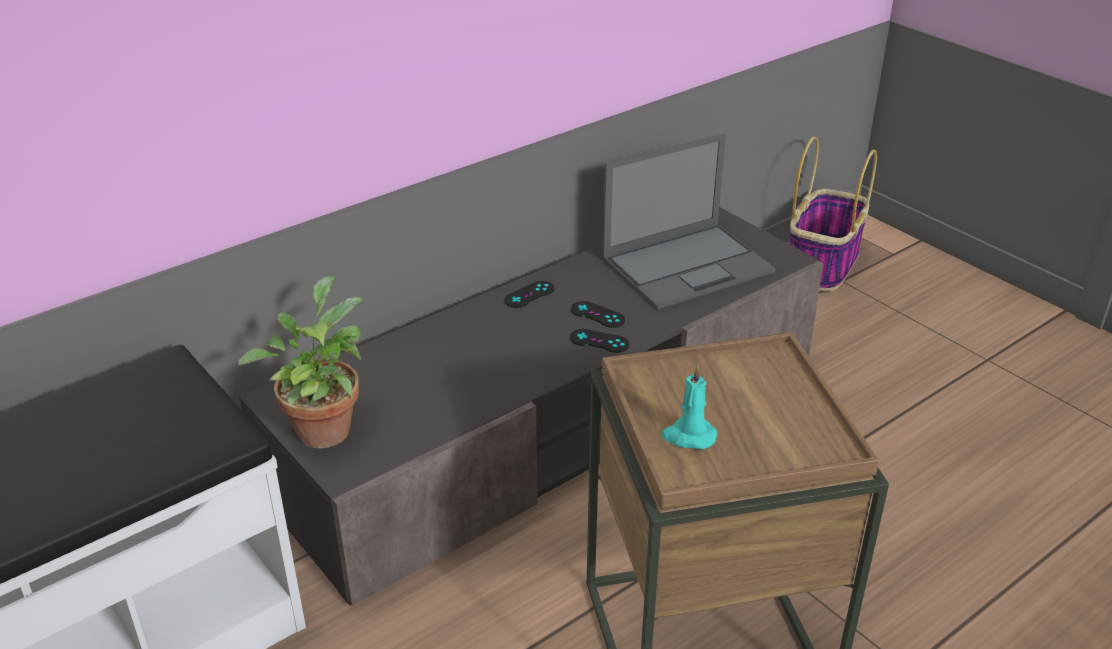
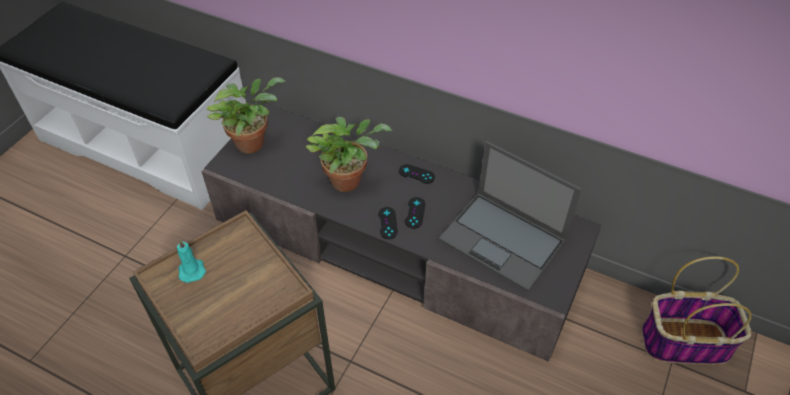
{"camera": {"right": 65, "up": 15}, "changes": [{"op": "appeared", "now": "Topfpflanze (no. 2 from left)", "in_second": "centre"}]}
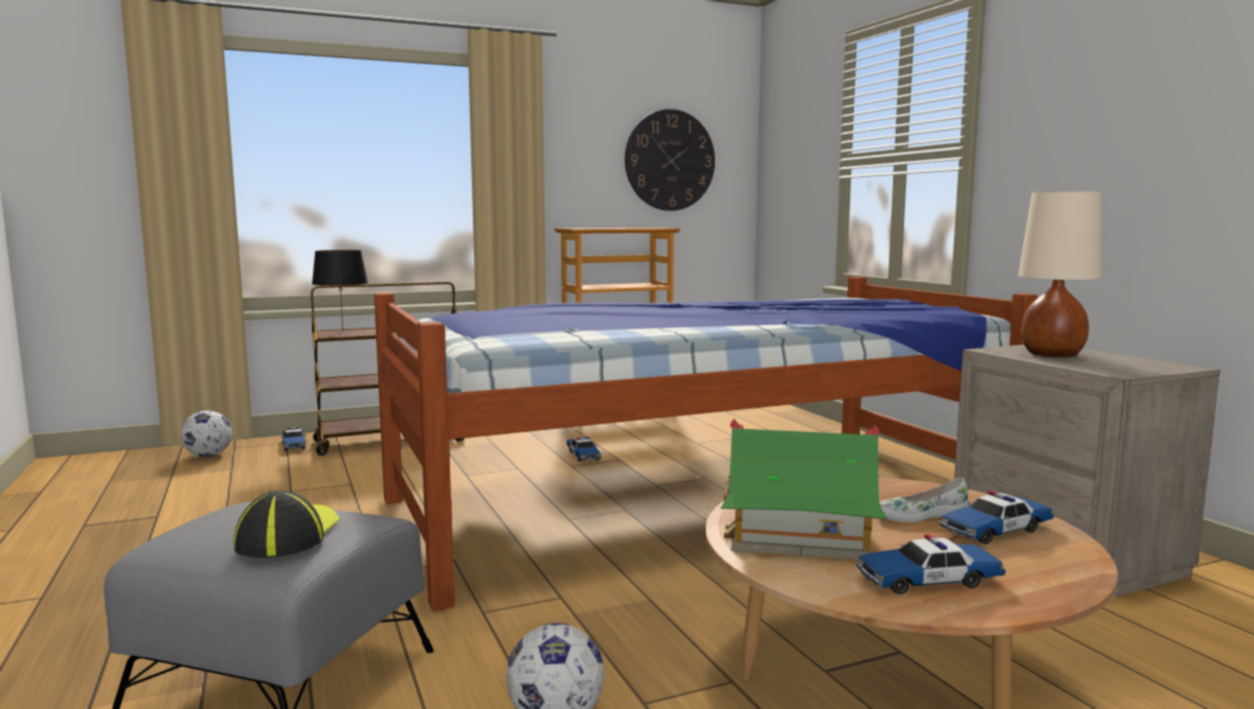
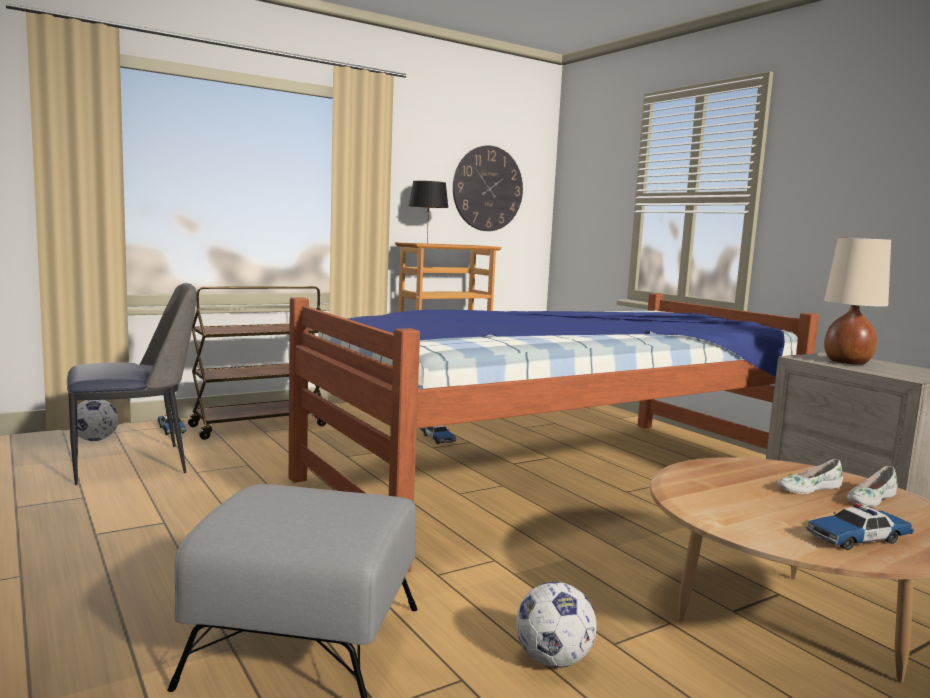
{"camera": {"right": -10, "up": 0}, "changes": [{"op": "relocated", "was": "Tischlampe (schwarz)", "in_first": "middle left", "in_second": "top centre"}, {"op": "missing", "was": "Spielzeughaus", "in_first": "bottom centre"}, {"op": "missing", "was": "Kappe", "in_first": "bottom left"}, {"op": "exchanged", "was": "Spielzeugauto (no. 4 from left)", "now": "Schuh (weiß) (no. 2 from left)", "in_first": "bottom right", "in_second": "bottom right"}, {"op": "appeared", "now": "Stuhl", "in_second": "middle left"}]}
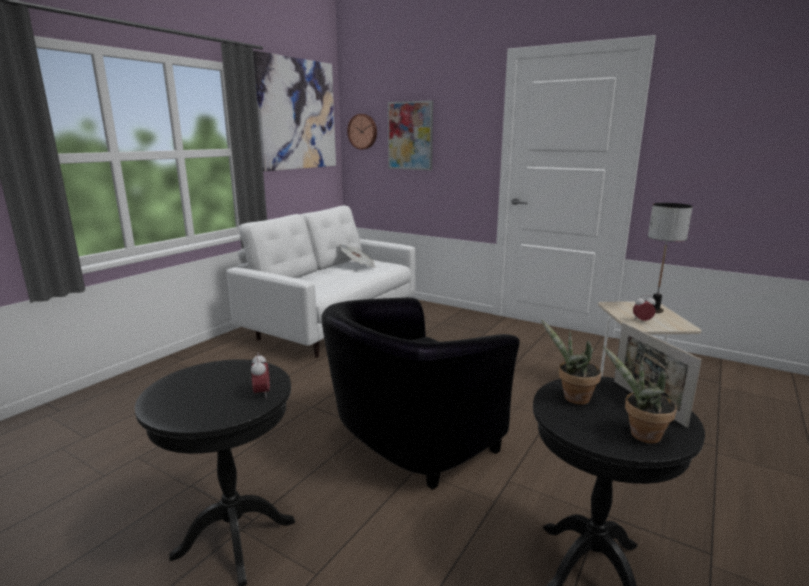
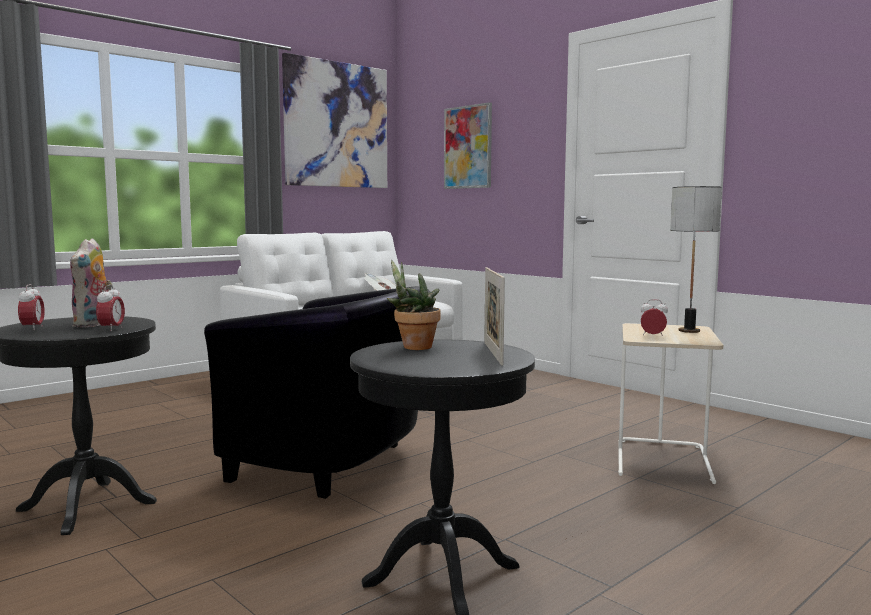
{"camera": {"right": 15, "up": -10}, "changes": [{"op": "missing", "was": "Wanduhr", "in_first": "top centre"}, {"op": "spun", "was": "Sessel (schwarz)", "in_first": "bottom centre", "in_second": "centre", "clockwise": -135}, {"op": "missing", "was": "Topfpflanze (no. 2 from left)", "in_first": "bottom right"}, {"op": "appeared", "now": "Plüschtier", "in_second": "middle left"}, {"op": "appeared", "now": "Wecker (no. 1 from left)", "in_second": "middle left"}]}
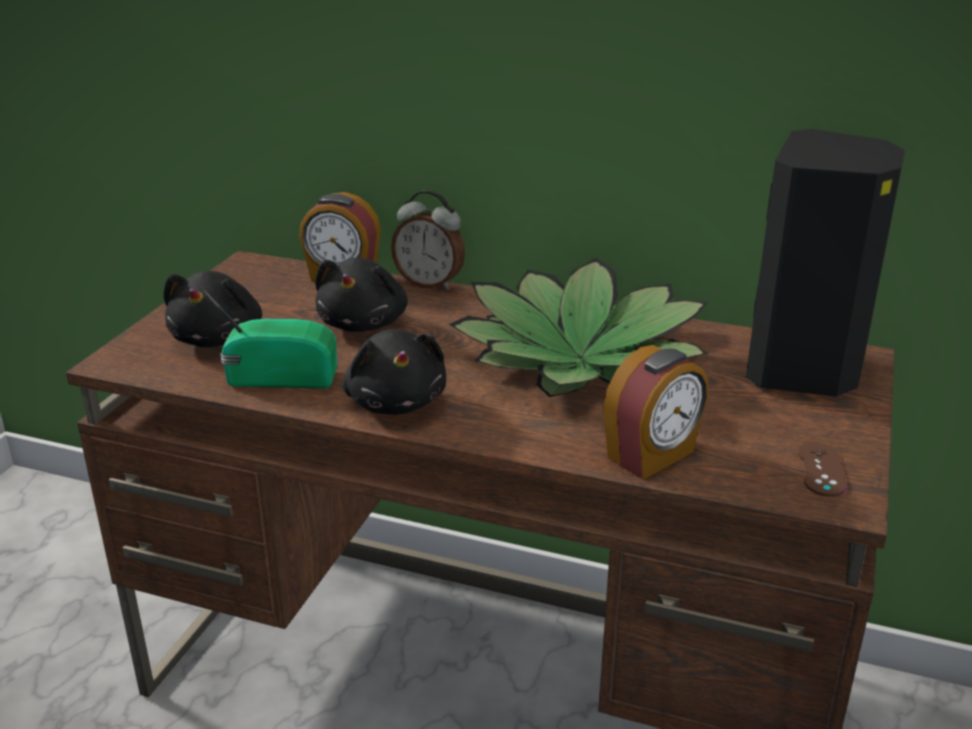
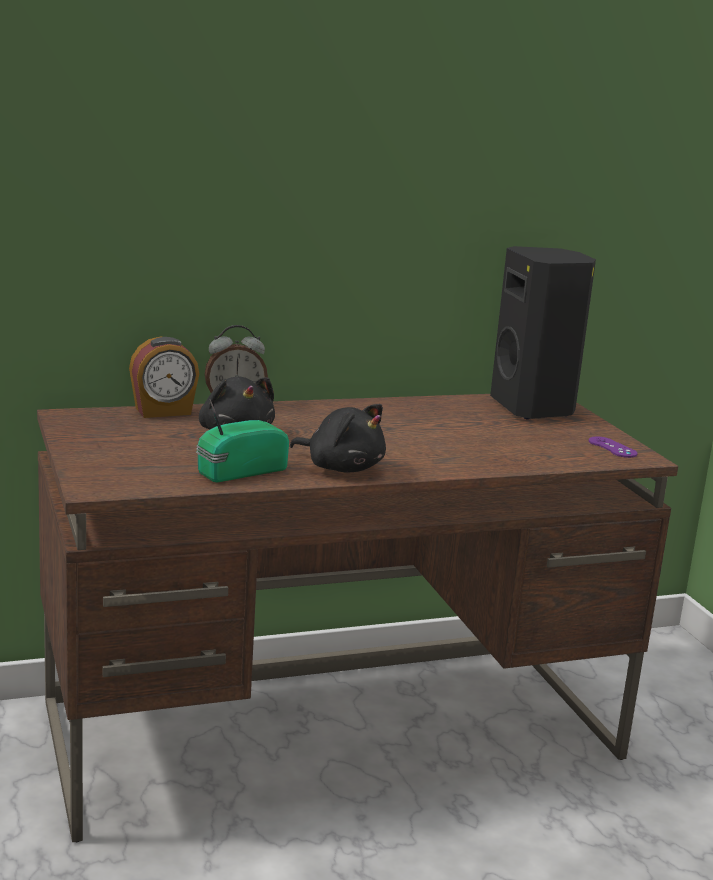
{"camera": {"right": -40, "up": -10}, "changes": [{"op": "missing", "was": "Topfpflanze", "in_first": "centre"}, {"op": "missing", "was": "Plüschtier (schwarz) (no. 1 from left)", "in_first": "middle left"}, {"op": "missing", "was": "Wecker (no. 3 from left)", "in_first": "middle right"}, {"op": "colour", "was": "Gamepad (braun)", "now": "Gamepad (lila)", "in_first": "middle right", "in_second": "middle right"}]}
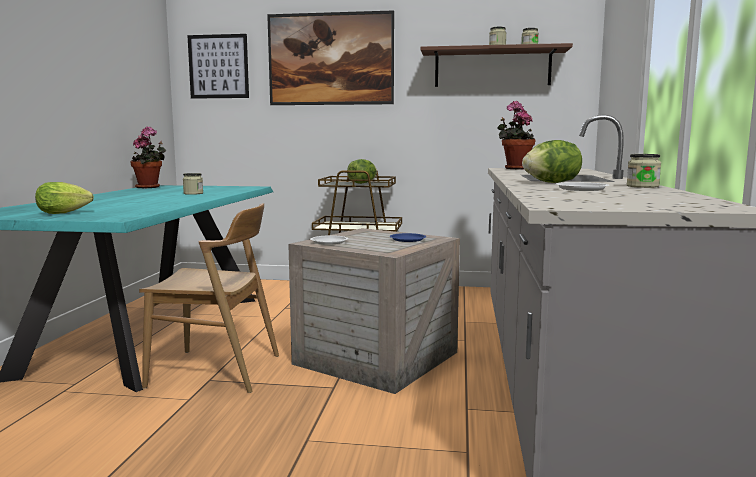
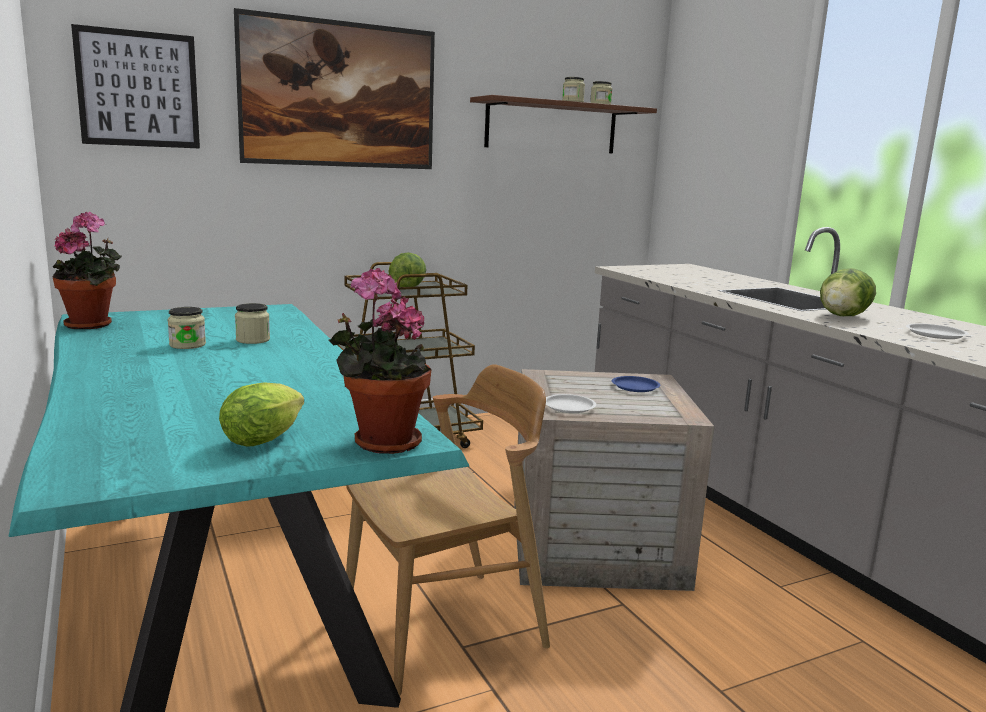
{"camera": {"right": -35, "up": 5}, "changes": [{"op": "relocated", "was": "Topfpflanze (no. 2 from left)", "in_first": "top right", "in_second": "centre"}, {"op": "relocated", "was": "Vorratsglas (no. 4 from left in the first image)", "now": "Vorratsglas (no. 1 from left)", "in_first": "middle right", "in_second": "middle left"}]}
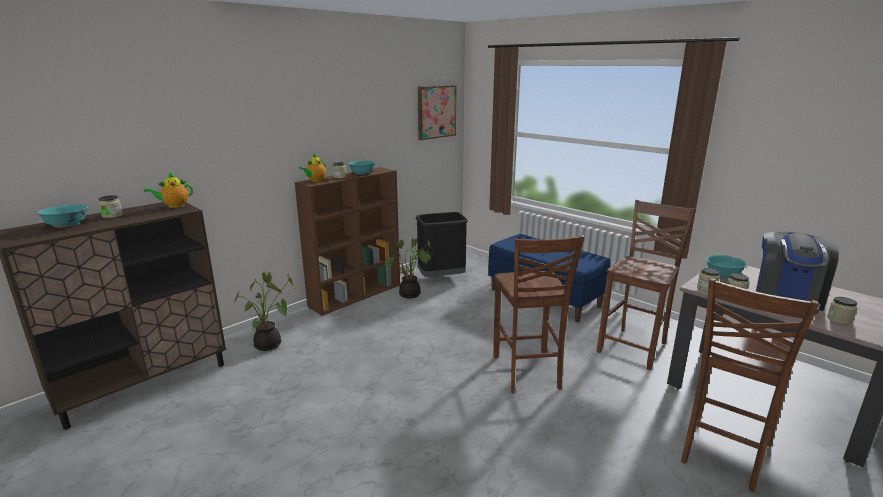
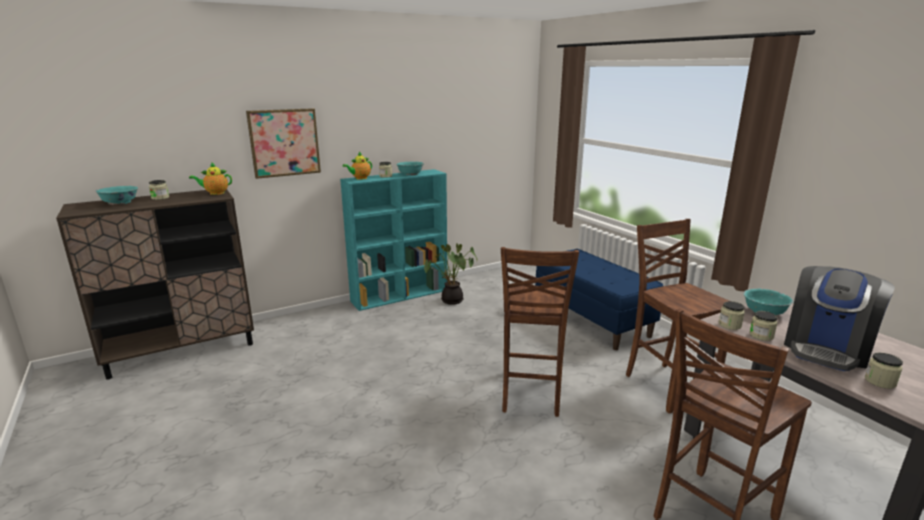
{"camera": {"right": 15, "up": 0}, "changes": [{"op": "relocated", "was": "Bild", "in_first": "top centre", "in_second": "top left"}, {"op": "colour", "was": "Bücherregal (braun)", "now": "Bücherregal (türkis)", "in_first": "centre", "in_second": "centre"}, {"op": "spun", "was": "Stuhl (braun) (no. 2 from left)", "in_first": "middle right", "in_second": "middle right", "clockwise": -75}, {"op": "missing", "was": "Mülleimer (schwarz)", "in_first": "centre"}, {"op": "missing", "was": "Topfpflanze (no. 1 from left)", "in_first": "middle left"}]}
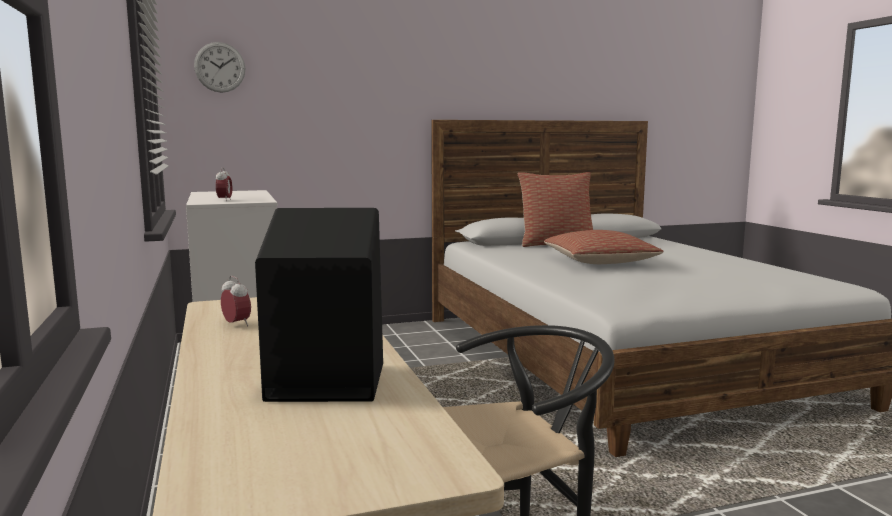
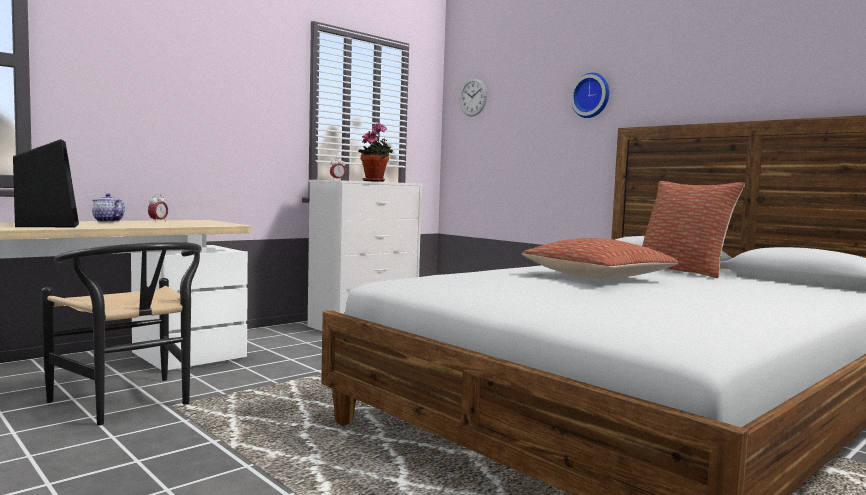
{"camera": {"right": 65, "up": -5}, "changes": [{"op": "appeared", "now": "Wanduhr (no. 2 from left)", "in_second": "top right"}, {"op": "appeared", "now": "Topfpflanze", "in_second": "top centre"}, {"op": "appeared", "now": "Teekanne", "in_second": "middle left"}]}
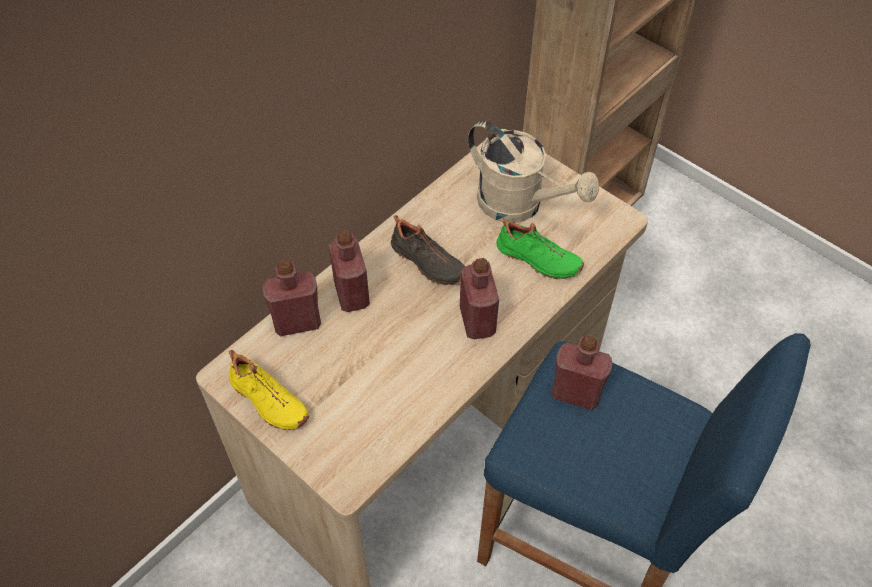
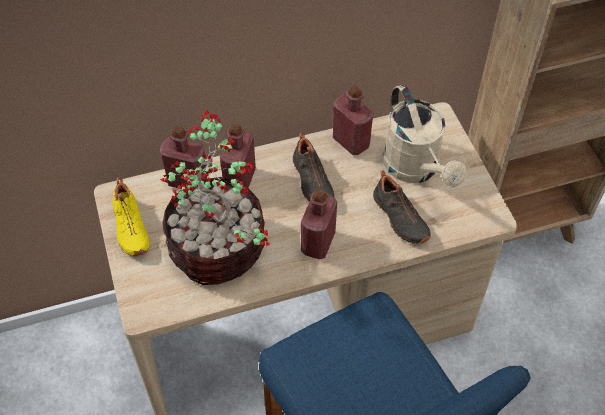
{"camera": {"right": 30, "up": 0}, "changes": [{"op": "colour", "was": "Schuh (grün)", "now": "Schuh (schwarz) (no. 2 from left)", "in_first": "centre", "in_second": "centre"}, {"op": "relocated", "was": "Flasche (rot) (no. 4 from left)", "in_first": "middle right", "in_second": "top centre"}, {"op": "appeared", "now": "Topfpflanze", "in_second": "centre"}]}
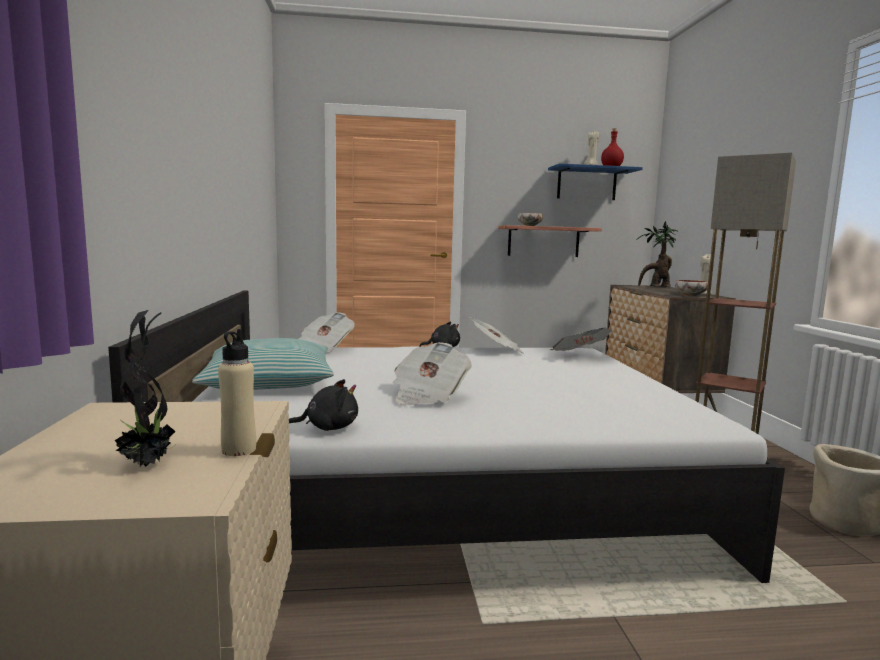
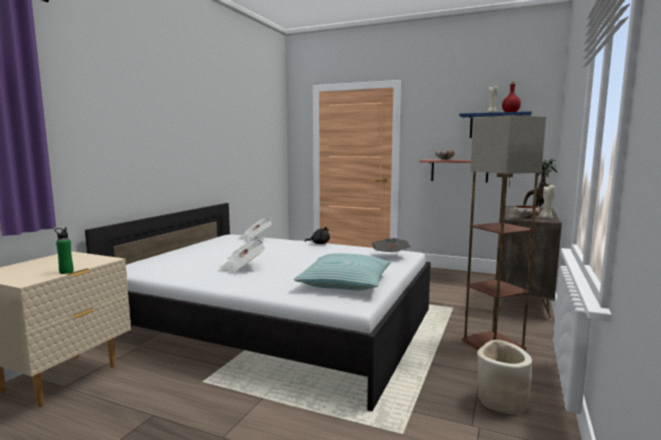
{"camera": {"right": 30, "up": 0}, "changes": [{"op": "missing", "was": "Topfpflanze (no. 1 from left)", "in_first": "middle left"}, {"op": "missing", "was": "Zeitung (no. 3 from left)", "in_first": "centre"}, {"op": "colour", "was": "Flasche (beige)", "now": "Flasche (grün)", "in_first": "middle left", "in_second": "middle left"}, {"op": "relocated", "was": "Kissen", "in_first": "middle left", "in_second": "centre"}, {"op": "missing", "was": "Plüschtier (schwarz) (no. 1 from left)", "in_first": "centre"}]}
